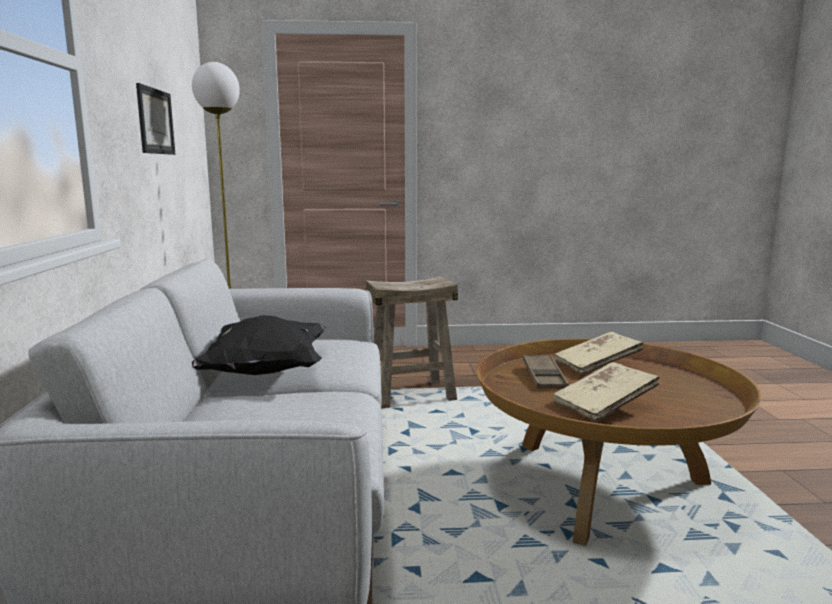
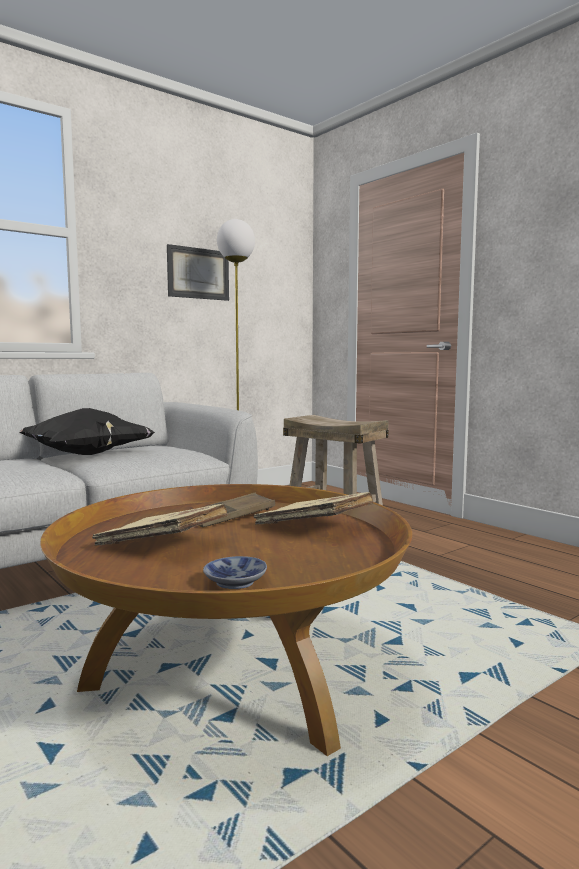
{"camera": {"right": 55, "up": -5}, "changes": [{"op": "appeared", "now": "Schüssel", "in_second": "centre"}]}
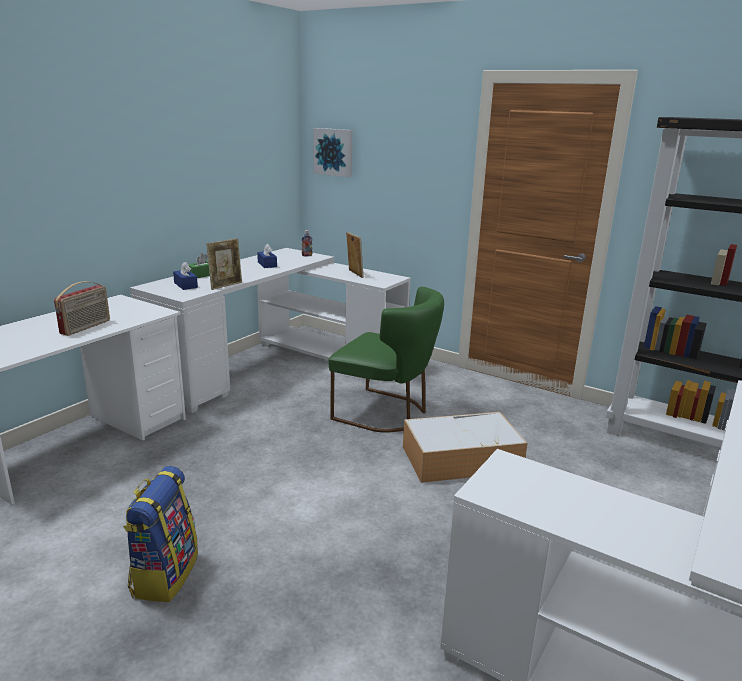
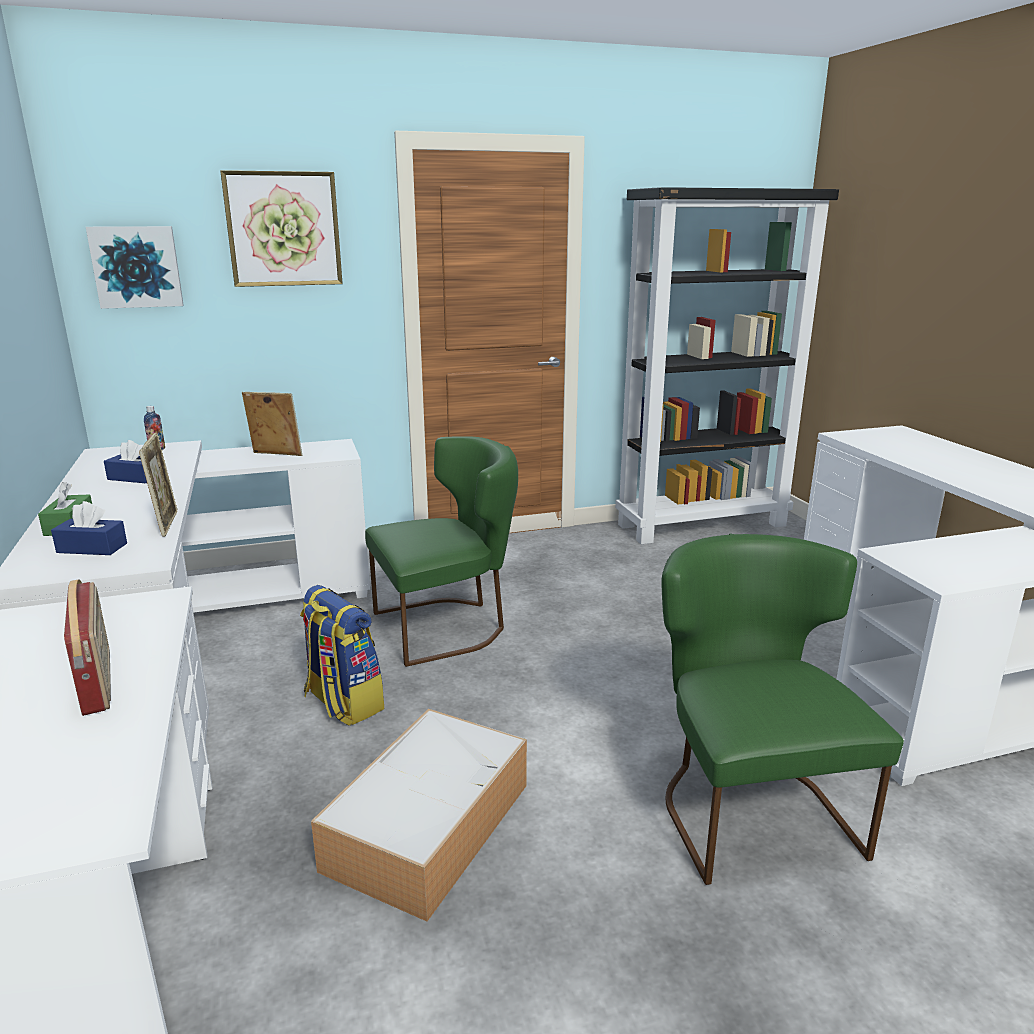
{"camera": {"right": -50, "up": 0}, "changes": [{"op": "relocated", "was": "Aufbewahrungsbox", "in_first": "centre", "in_second": "bottom centre"}, {"op": "relocated", "was": "Rucksack", "in_first": "bottom left", "in_second": "middle left"}, {"op": "appeared", "now": "Bild (no. 2 from left)", "in_second": "top left"}, {"op": "appeared", "now": "Stuhl (grün) (no. 2 from left)", "in_second": "bottom right"}]}
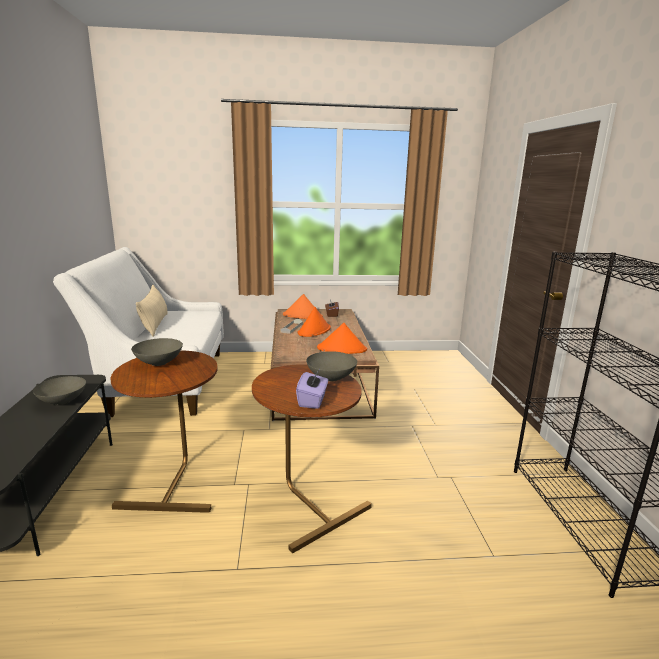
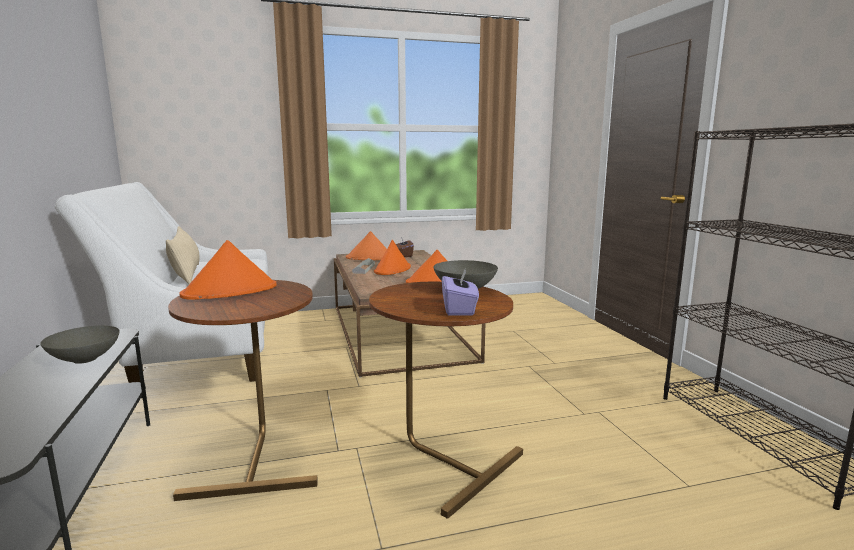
{"camera": {"right": -10, "up": -5}, "changes": [{"op": "exchanged", "was": "Schüssel (grau) (no. 2 from left)", "now": "Hut (orange) (no. 1 from left)", "in_first": "middle left", "in_second": "middle left"}]}
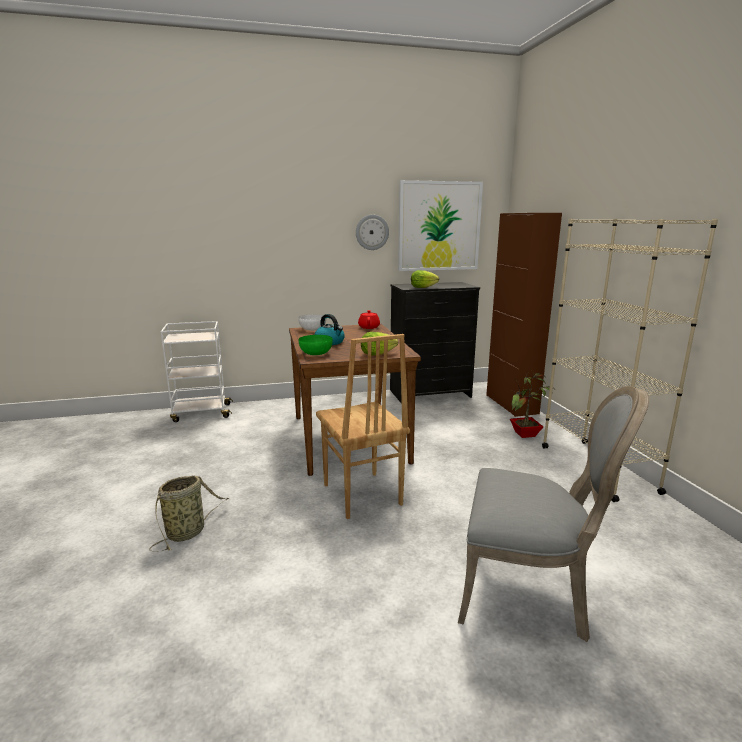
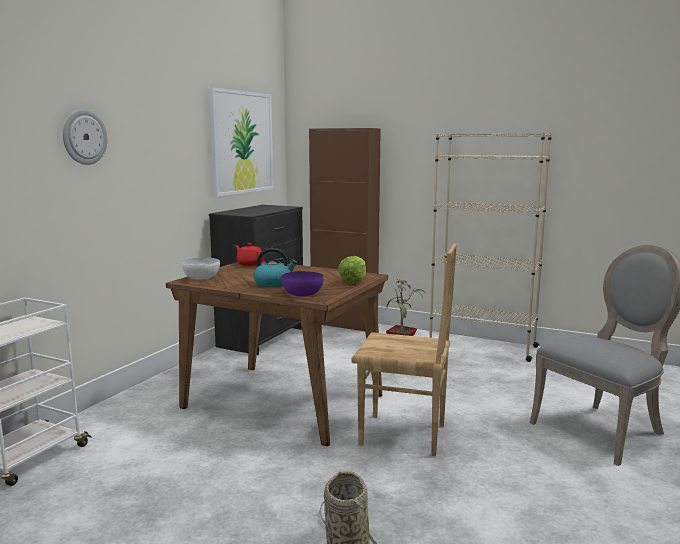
{"camera": {"right": -50, "up": -5}, "changes": [{"op": "relocated", "was": "Wanduhr", "in_first": "top centre", "in_second": "top left"}, {"op": "missing", "was": "Salatkopf (no. 2 from left)", "in_first": "centre"}, {"op": "colour", "was": "Schüssel (grün)", "now": "Schüssel (lila)", "in_first": "centre", "in_second": "centre"}]}
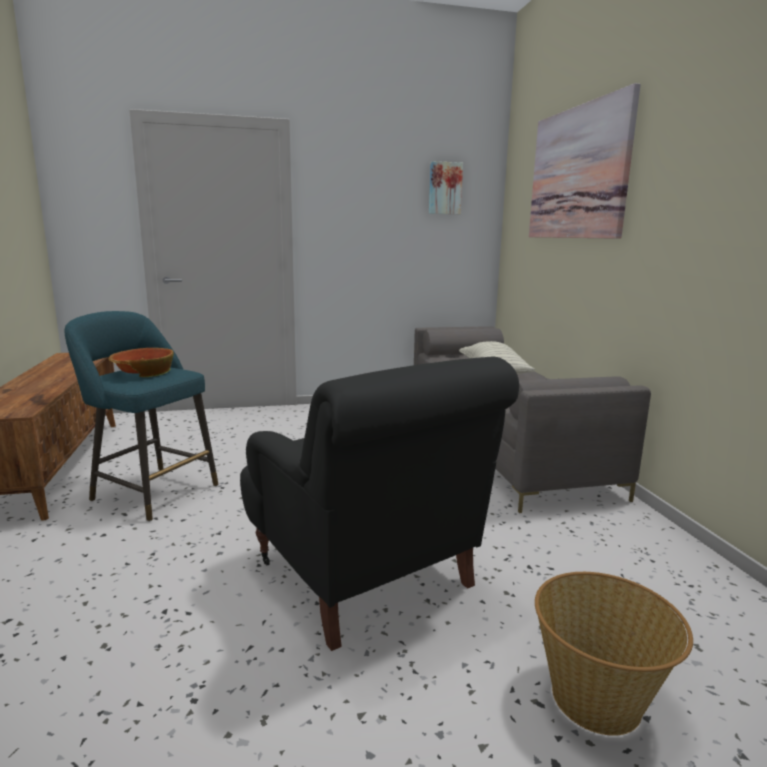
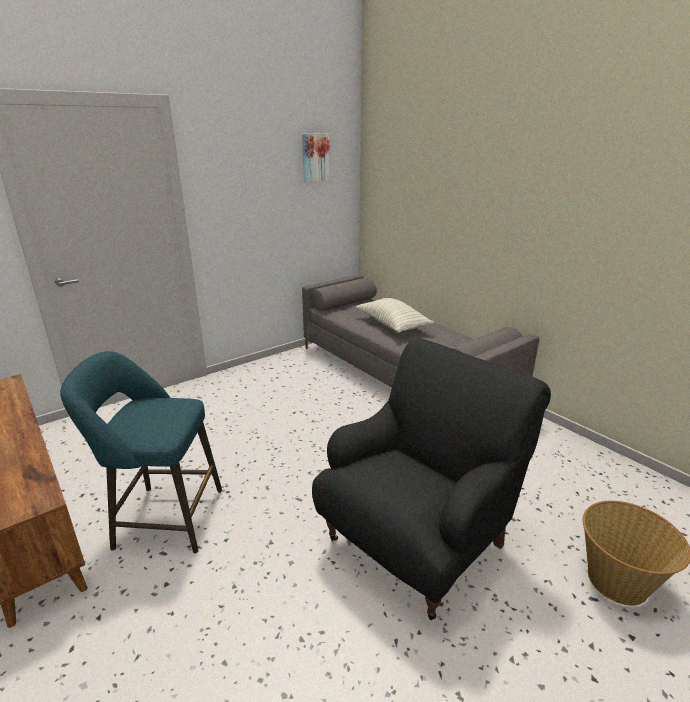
{"camera": {"right": -25, "up": 10}, "changes": [{"op": "missing", "was": "Bild (no. 2 from left)", "in_first": "top right"}, {"op": "missing", "was": "Schüssel", "in_first": "middle left"}, {"op": "spun", "was": "Sessel (schwarz)", "in_first": "centre", "in_second": "bottom centre", "clockwise": -75}]}
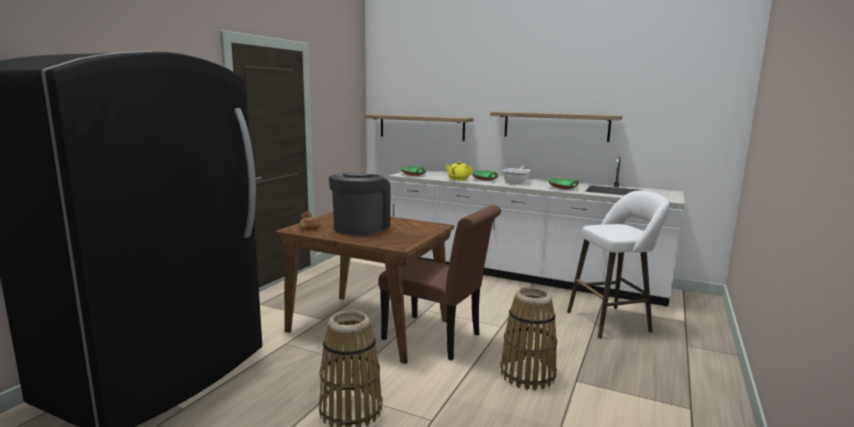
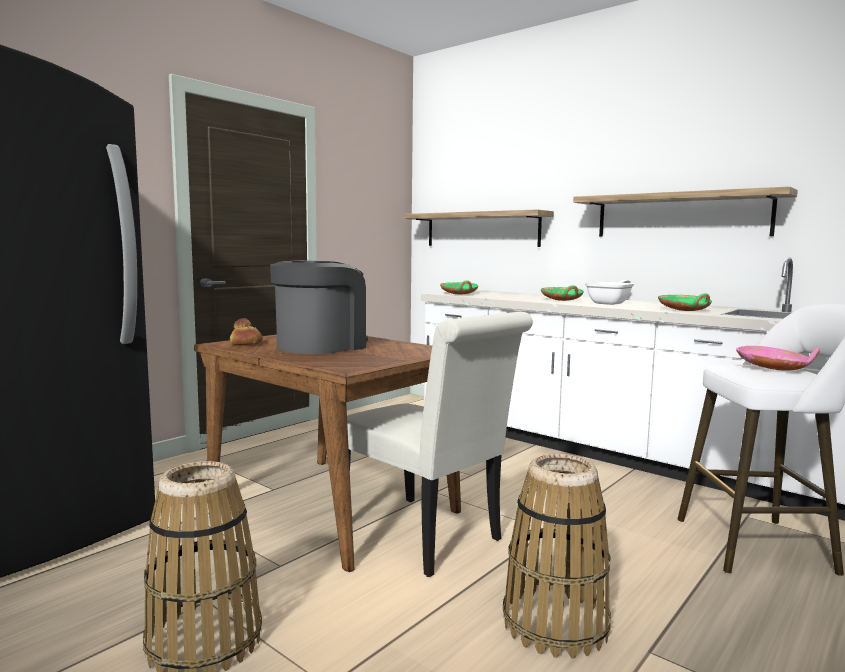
{"camera": {"right": 15, "up": -5}, "changes": [{"op": "missing", "was": "Teekanne (gelb)", "in_first": "centre"}, {"op": "colour", "was": "Stuhl (braun)", "now": "Stuhl (weiß)", "in_first": "centre", "in_second": "centre"}, {"op": "appeared", "now": "Schüssel (rosa)", "in_second": "middle right"}]}
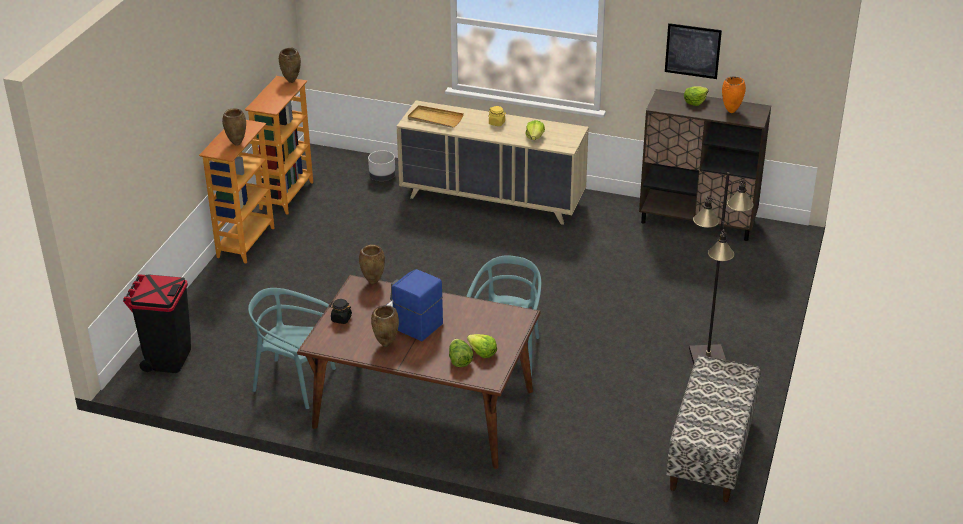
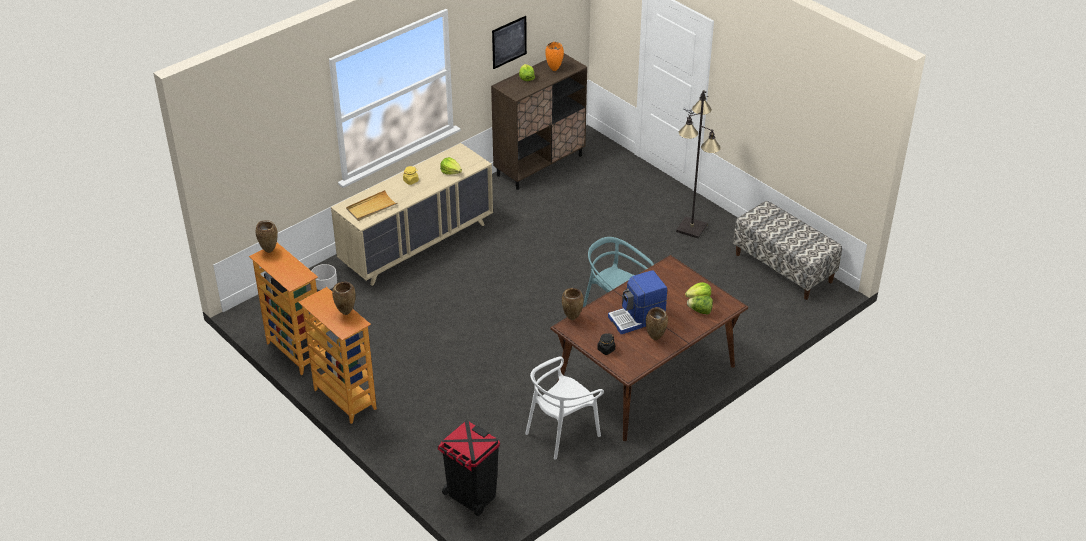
{"camera": {"right": -60, "up": 5}, "changes": [{"op": "colour", "was": "Stuhl (türkis) (no. 1 from left)", "now": "Stuhl (weiß)", "in_first": "middle left", "in_second": "bottom centre"}]}
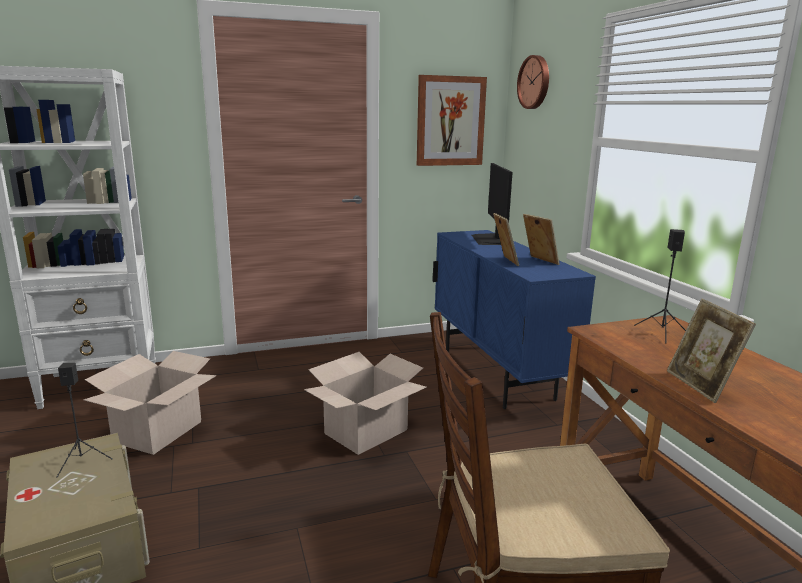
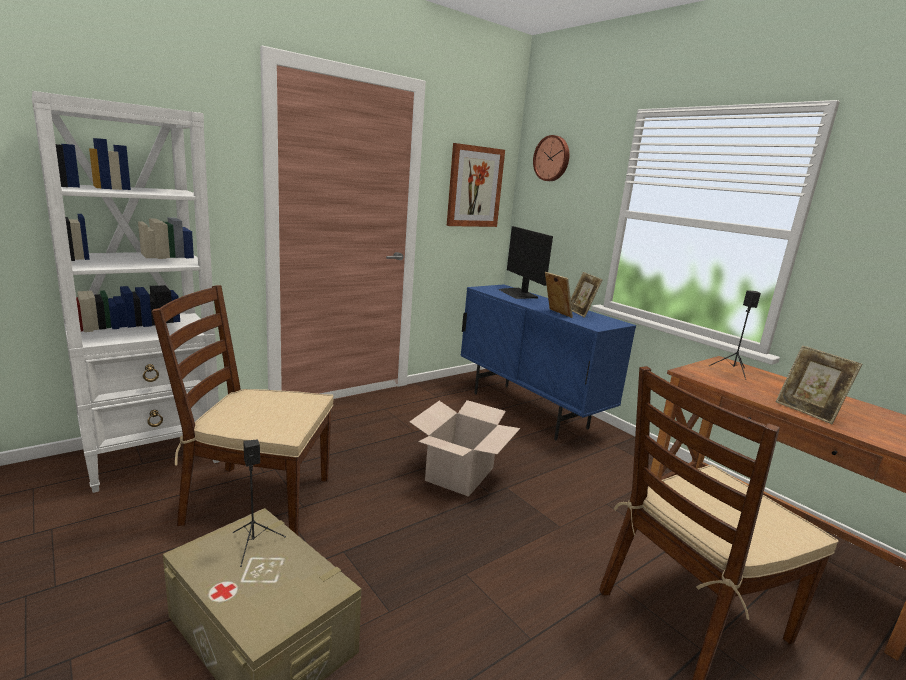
{"camera": {"right": -20, "up": 0}, "changes": [{"op": "spun", "was": "Bilderrahmen (no. 2 from left)", "in_first": "middle right", "in_second": "centre", "clockwise": -150}, {"op": "exchanged", "was": "Karton (no. 1 from left)", "now": "Stuhl (braun) (no. 1 from left)", "in_first": "bottom left", "in_second": "middle left"}]}
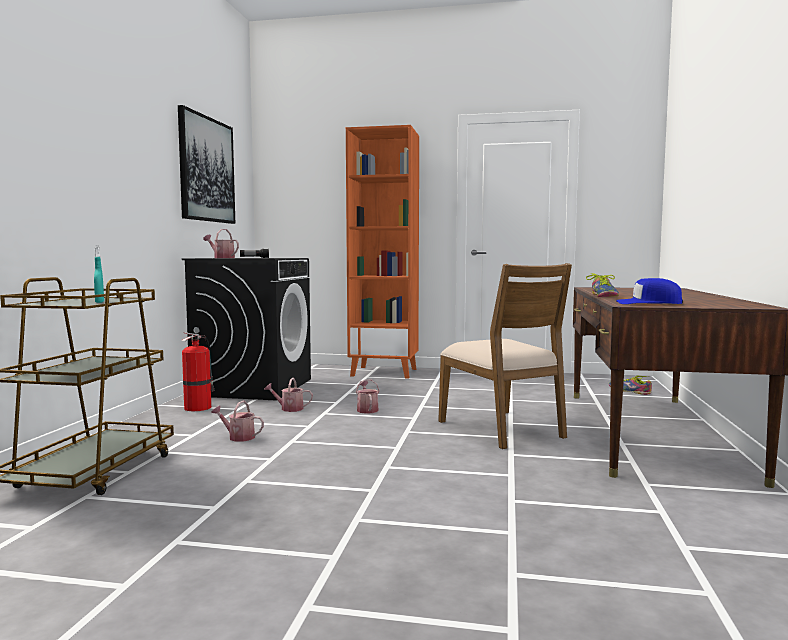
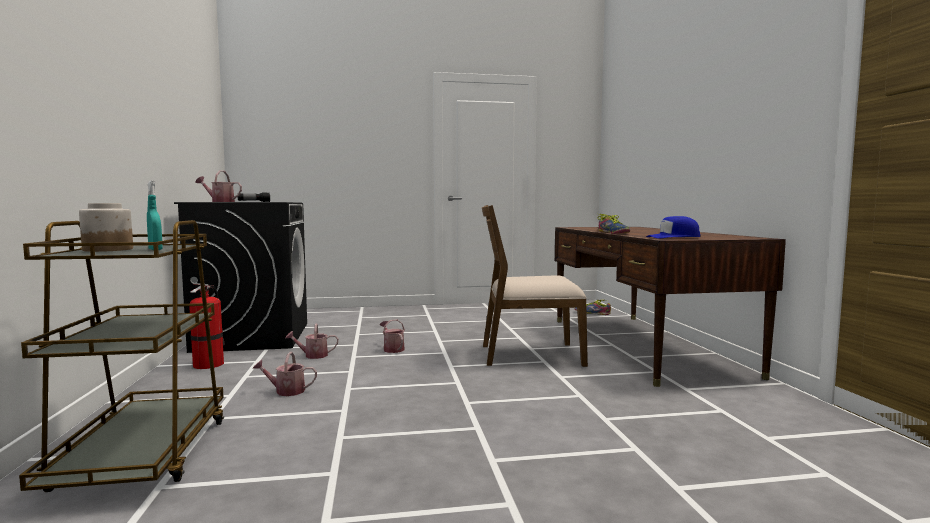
{"camera": {"right": -20, "up": 0}, "changes": [{"op": "missing", "was": "Bild", "in_first": "top left"}, {"op": "missing", "was": "Bücherregal (orange)", "in_first": "centre"}, {"op": "spun", "was": "Stuhl (braun)", "in_first": "centre", "in_second": "centre", "clockwise": 135}, {"op": "appeared", "now": "Vorratsglas", "in_second": "middle left"}]}
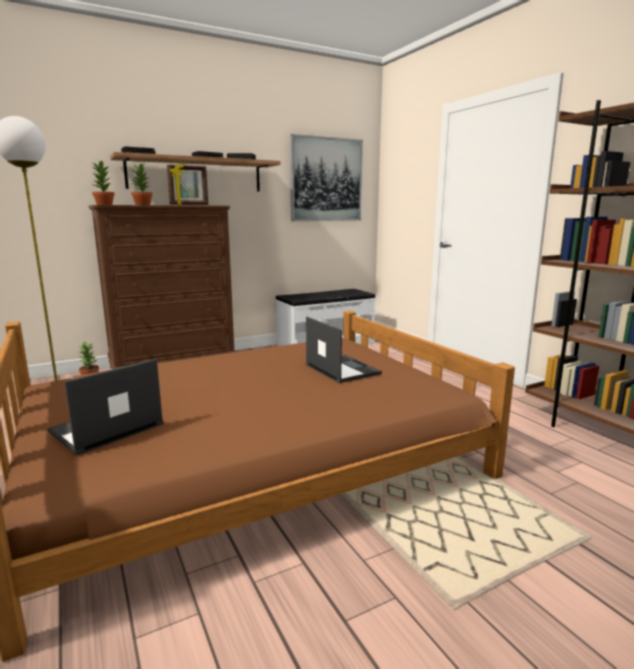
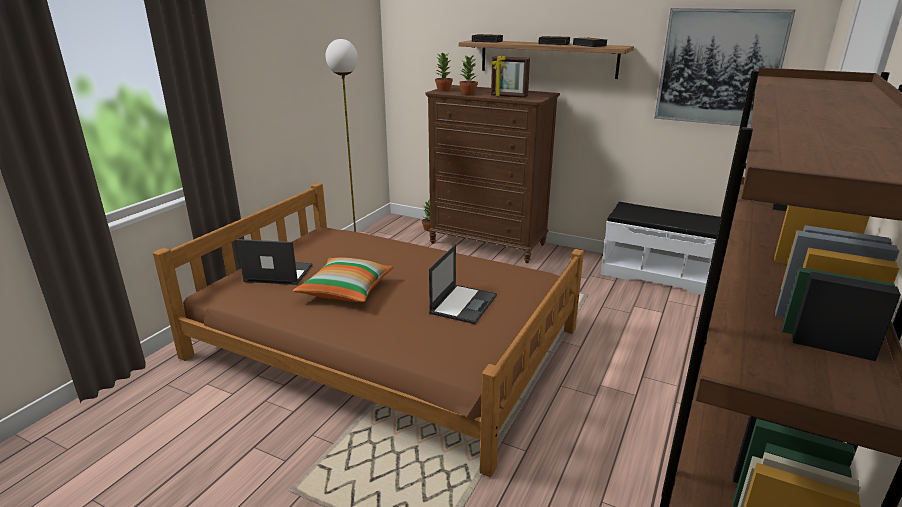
{"camera": {"right": 55, "up": 10}, "changes": [{"op": "appeared", "now": "Kissen", "in_second": "centre"}]}
